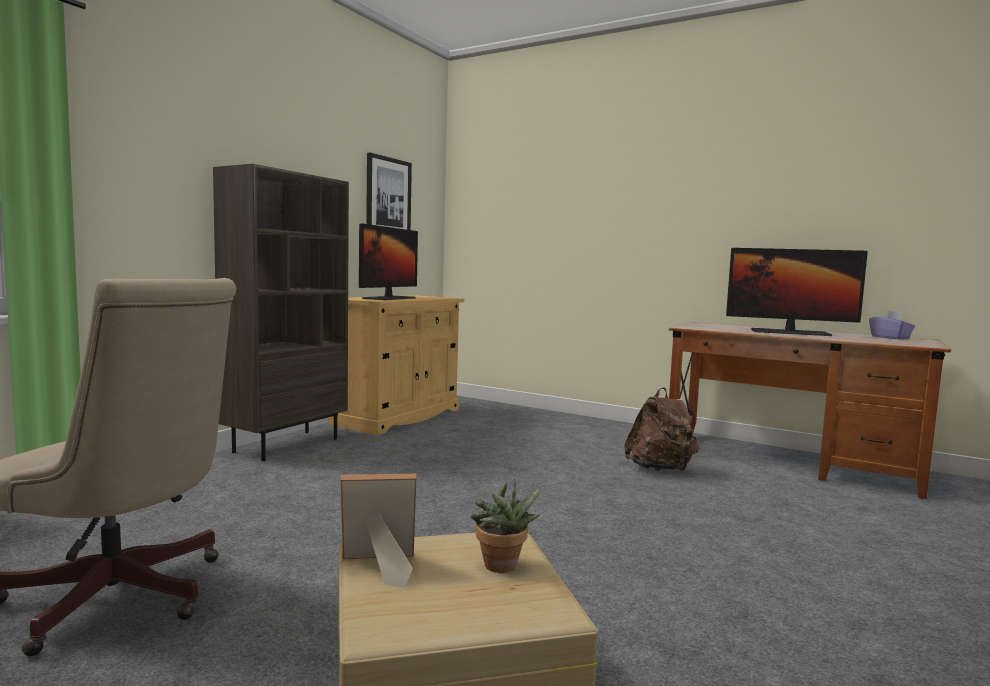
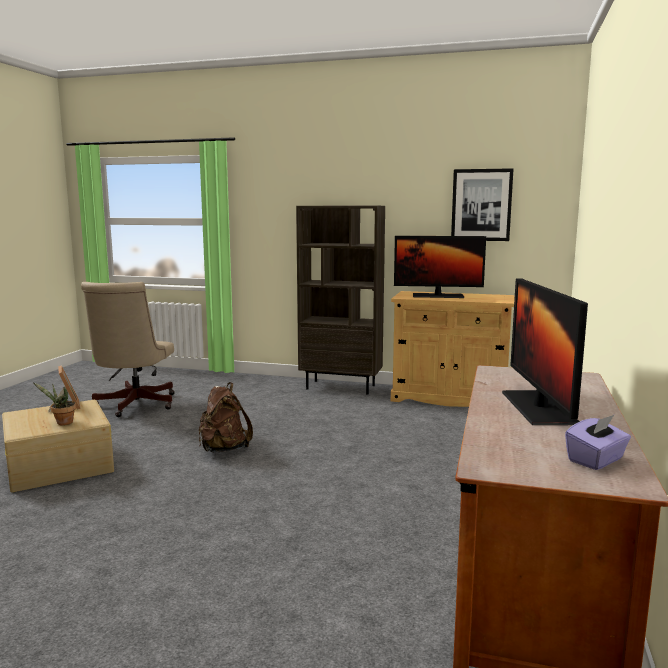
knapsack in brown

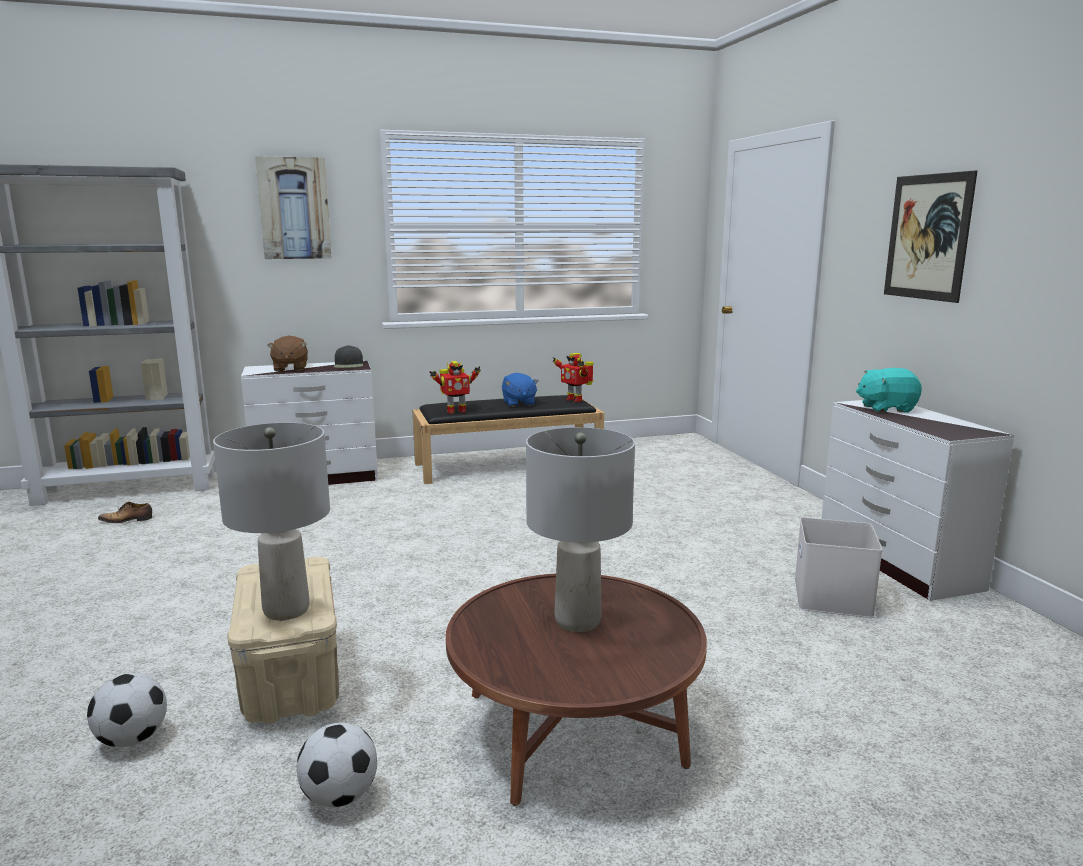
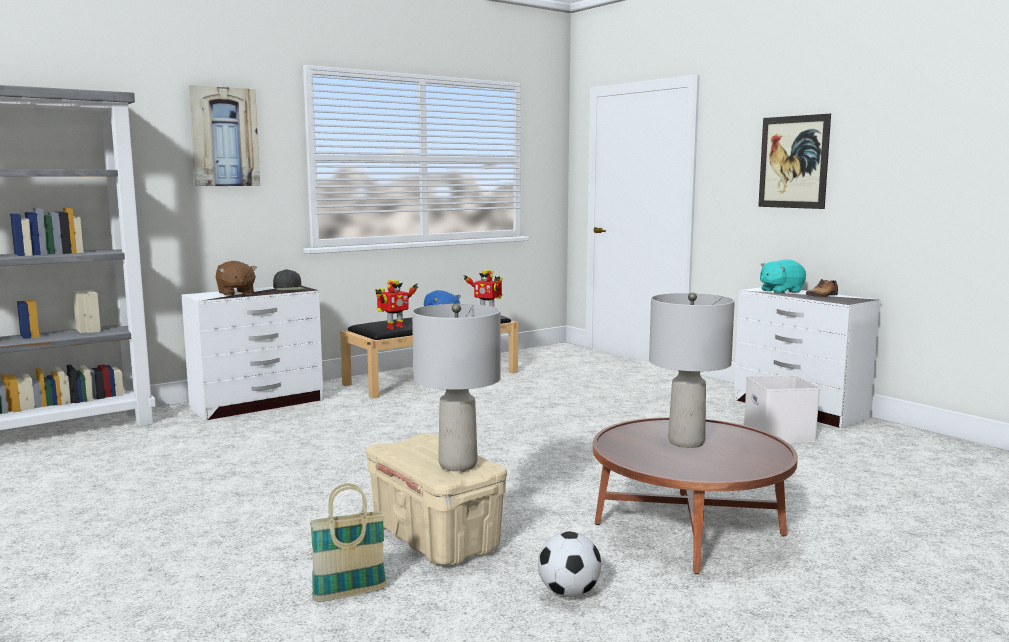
item of footwear; storage basket

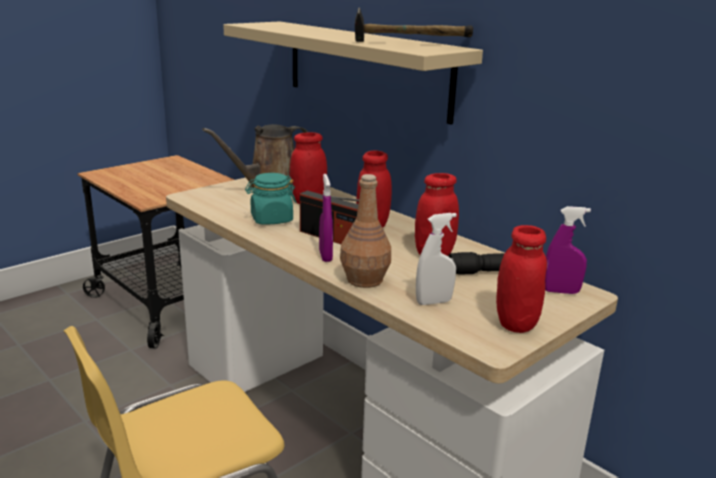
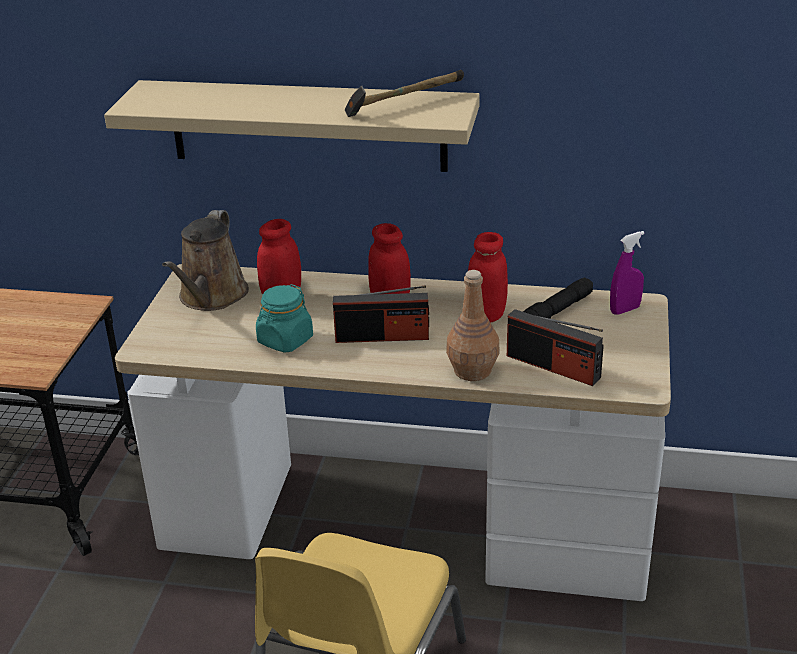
spray bottle in purple-coloured (1st from left in the first image); radio receiver (2nd from left); jar in reddish (4th from left in the first image)

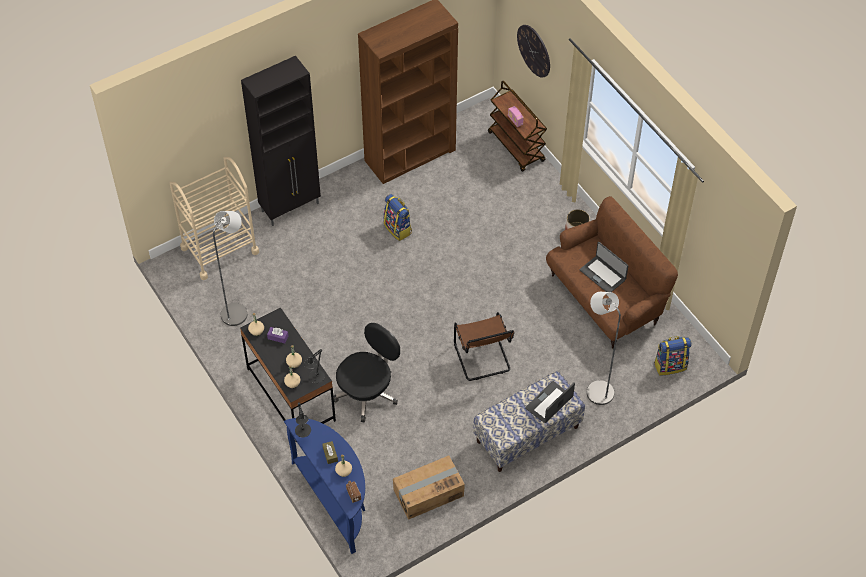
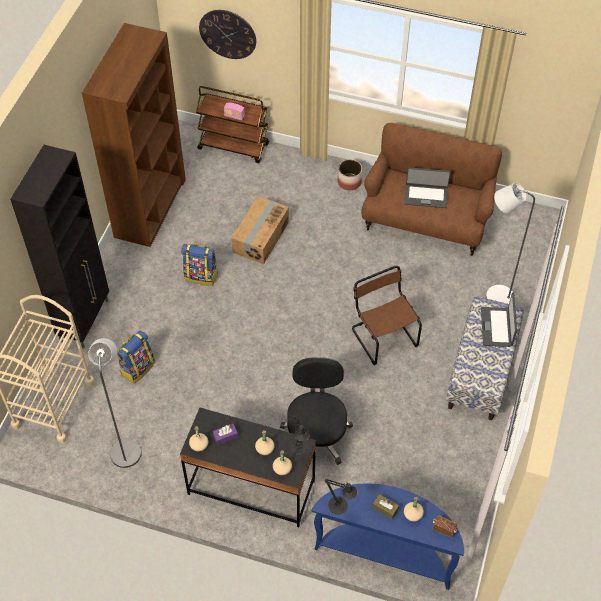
chair in brown; knapsack (1st from left); carton

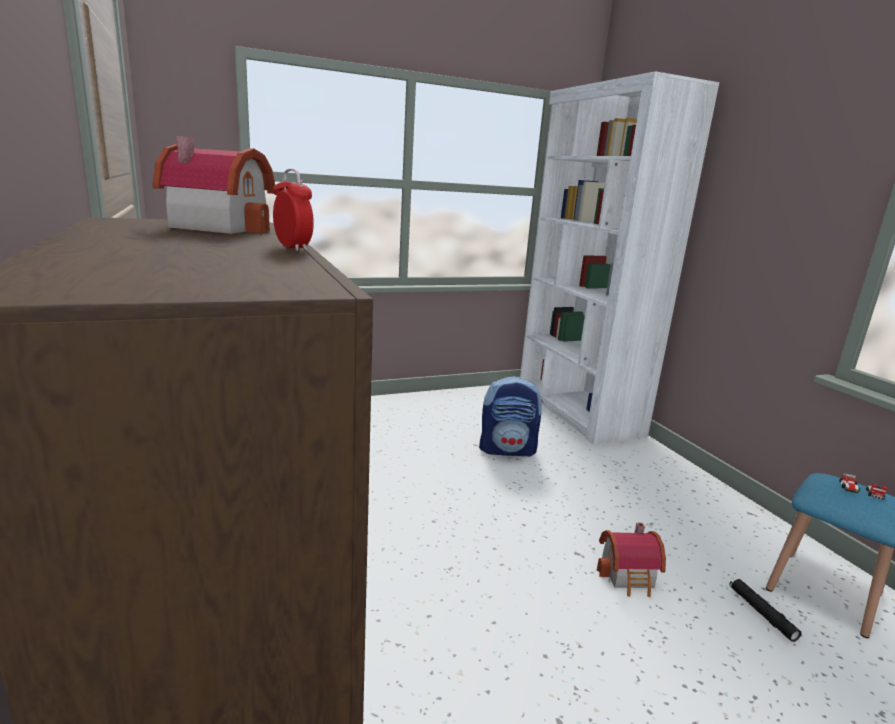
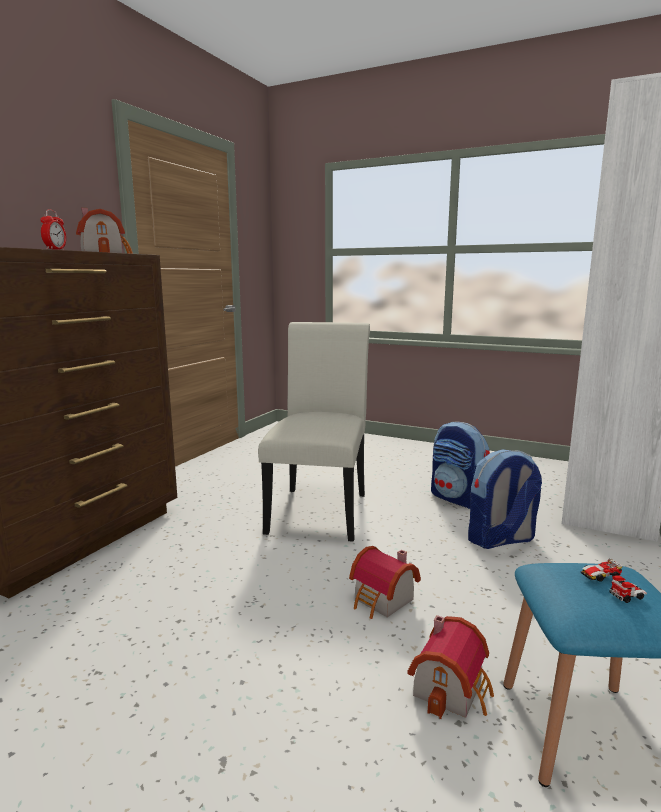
miniature house (3rd from left); chair in white; knapsack (2nd from left)

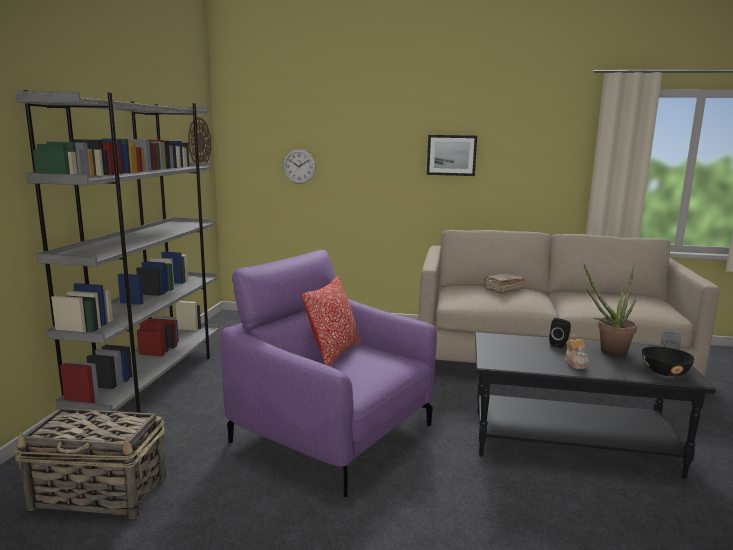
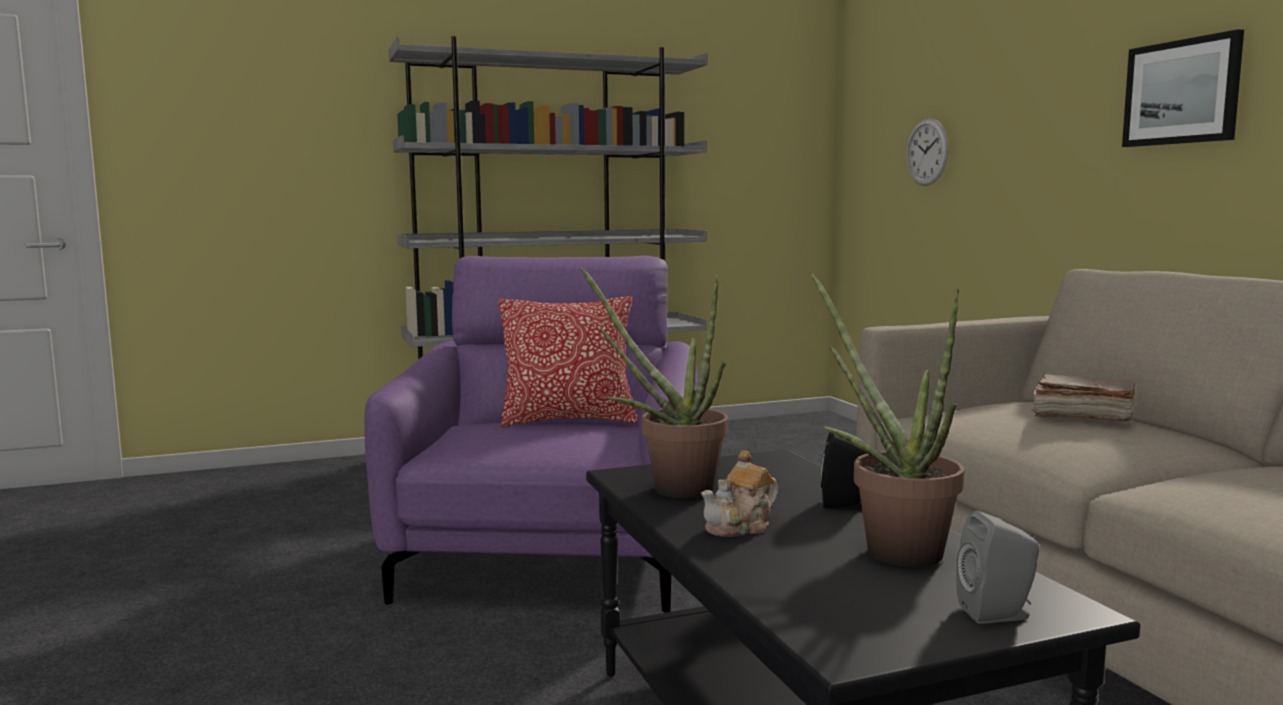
wall clock (1st from left in the first image); deep dish in black; storage basket; potted plant (1st from left)

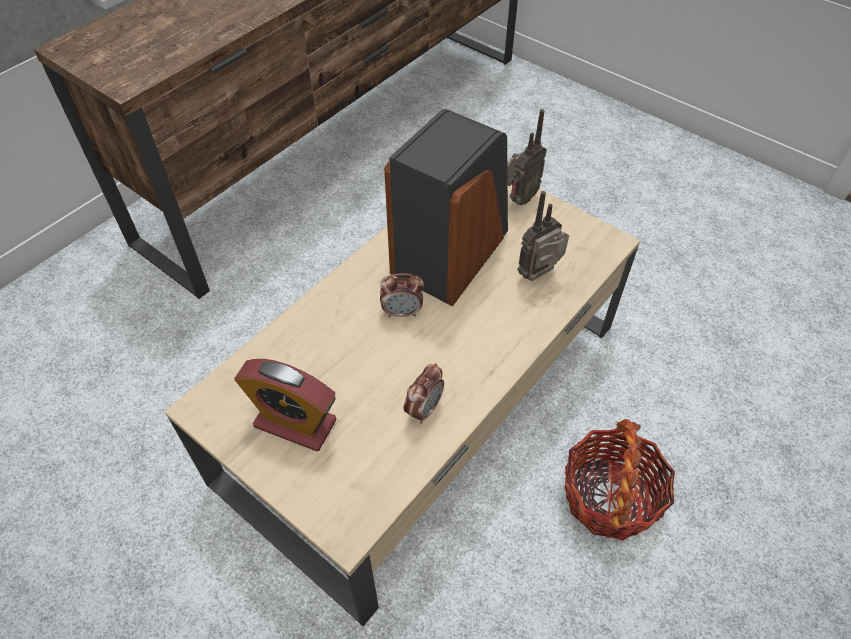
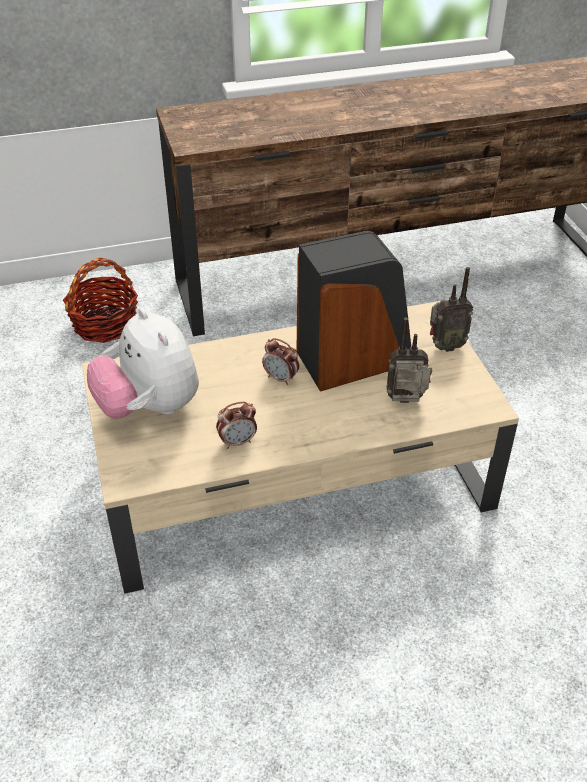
soft toy; storage basket

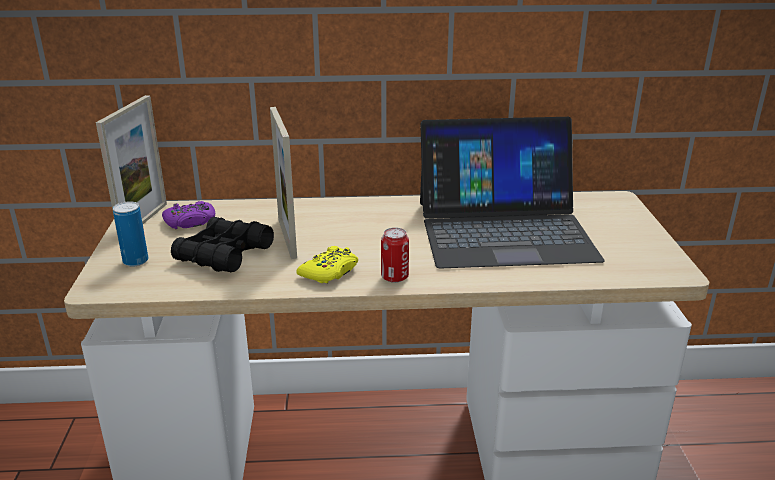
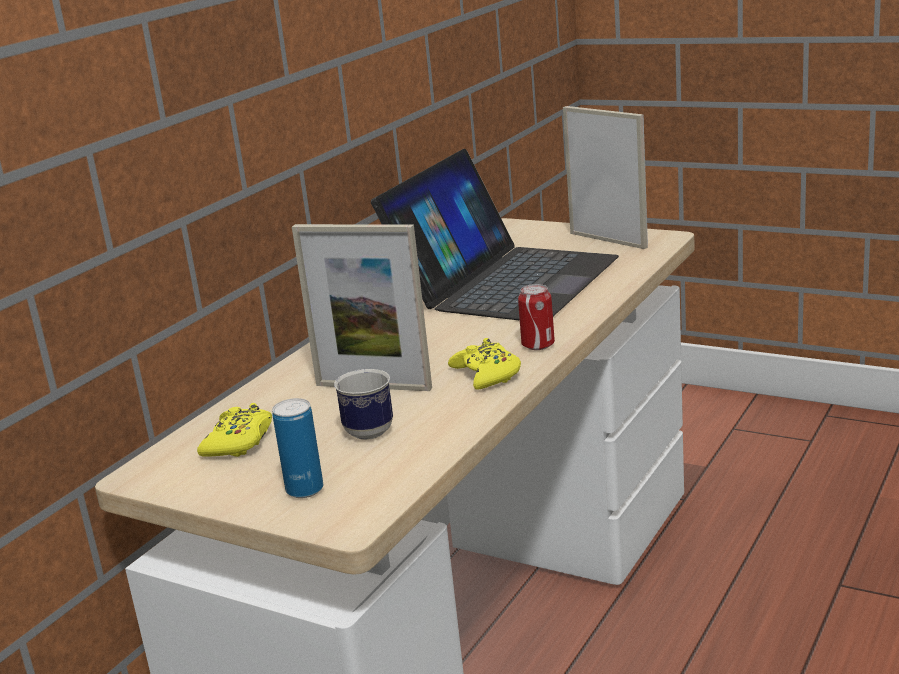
picture frame (2nd from left); joypad in yellowish (1st from left); mug

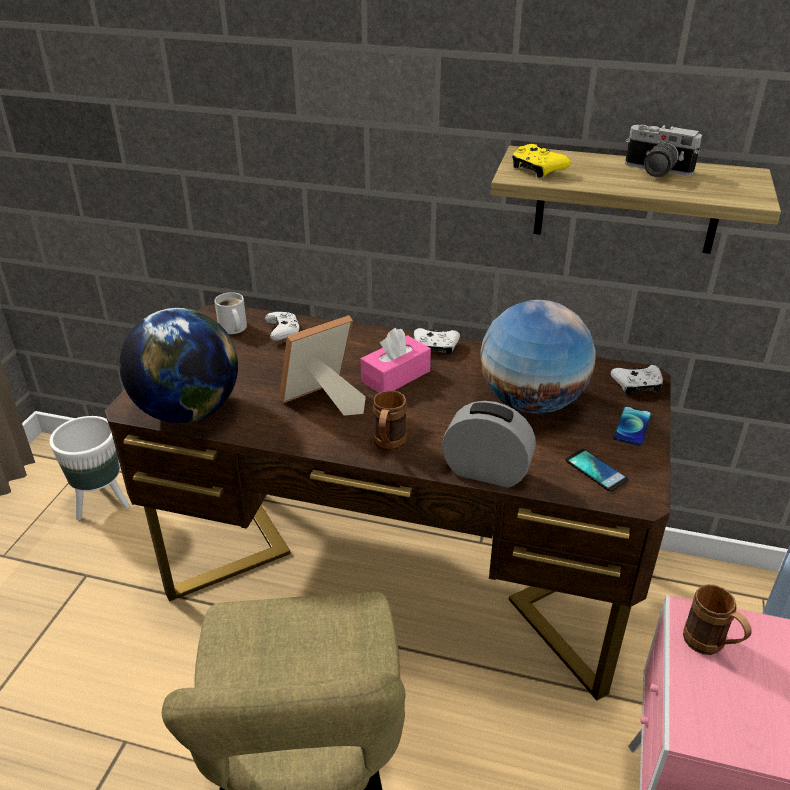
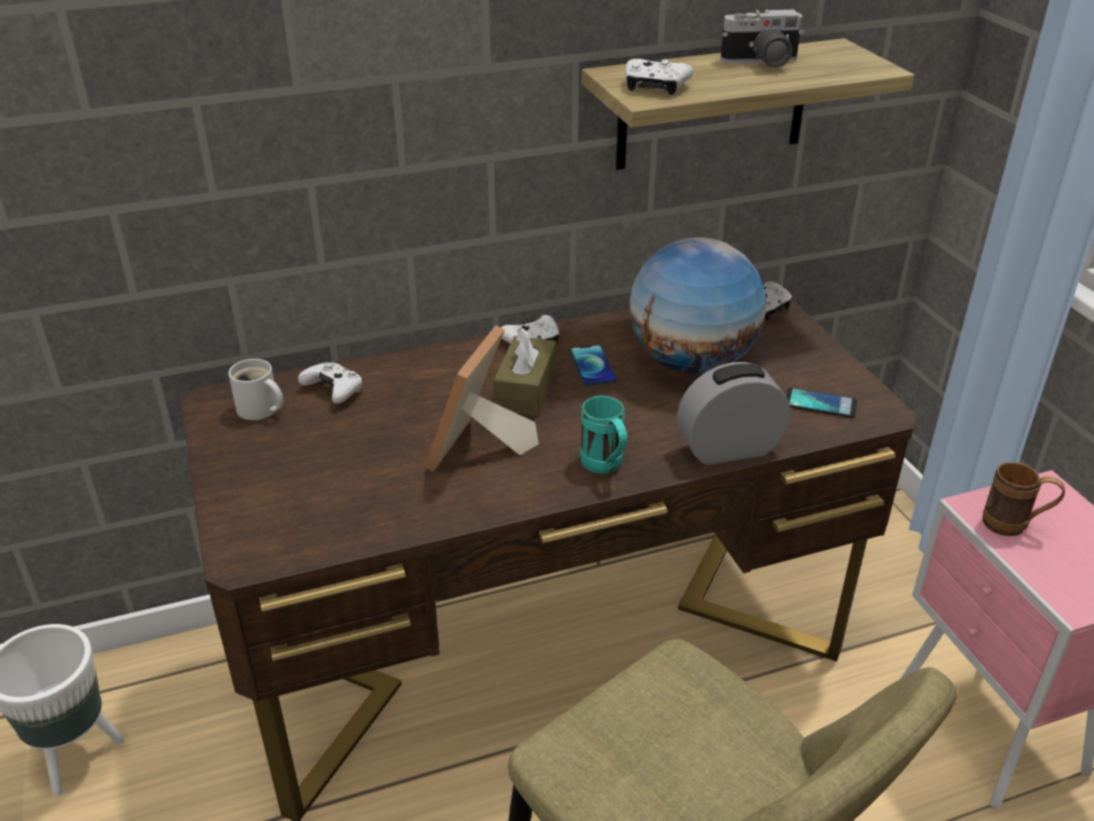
joypad in white (3rd from left); world globe (1st from left in the first image); box of tissues in brown; mug in turquoise-coloured; telephone (1st from left)

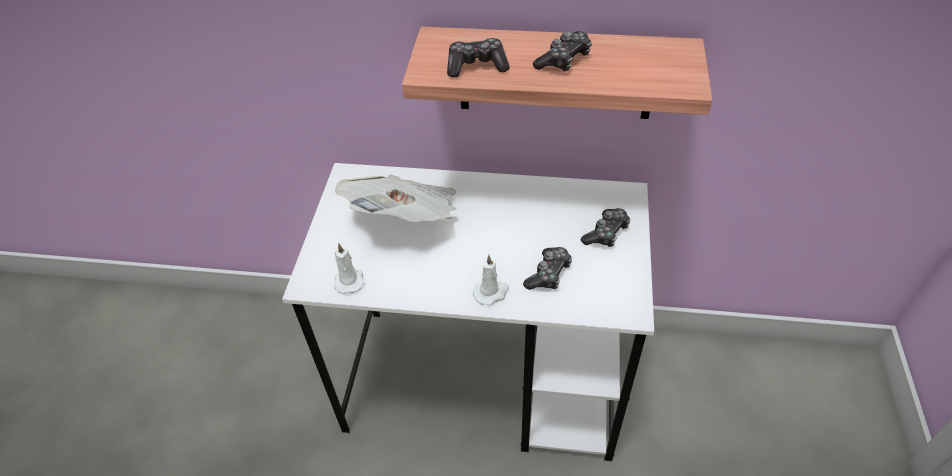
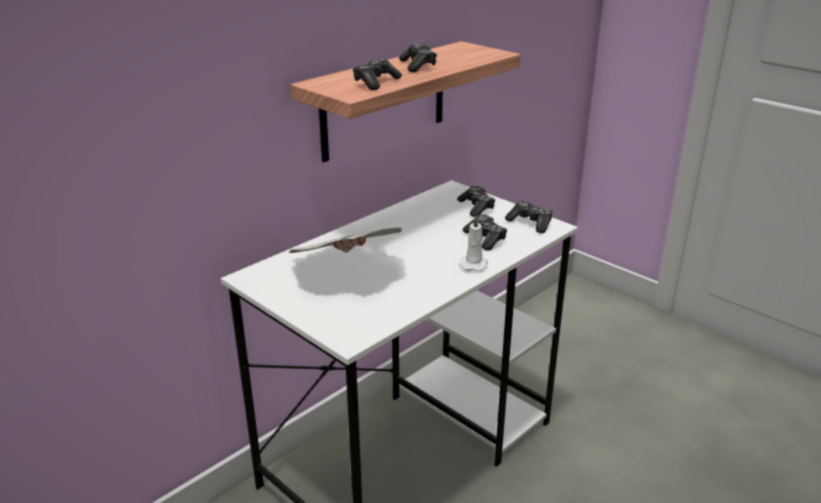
candle in white (1st from left in the first image); joypad (5th from left)

